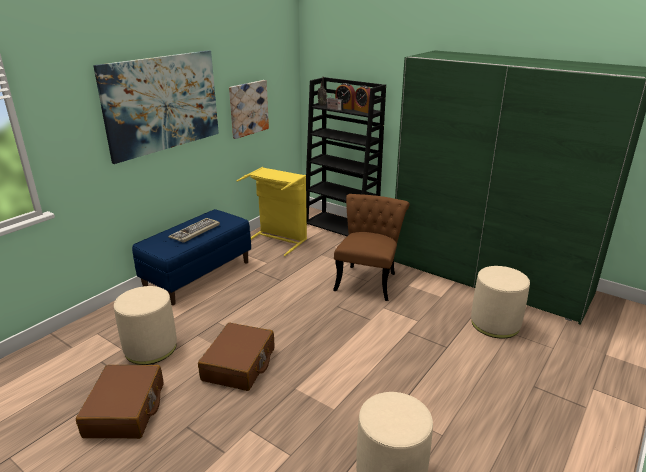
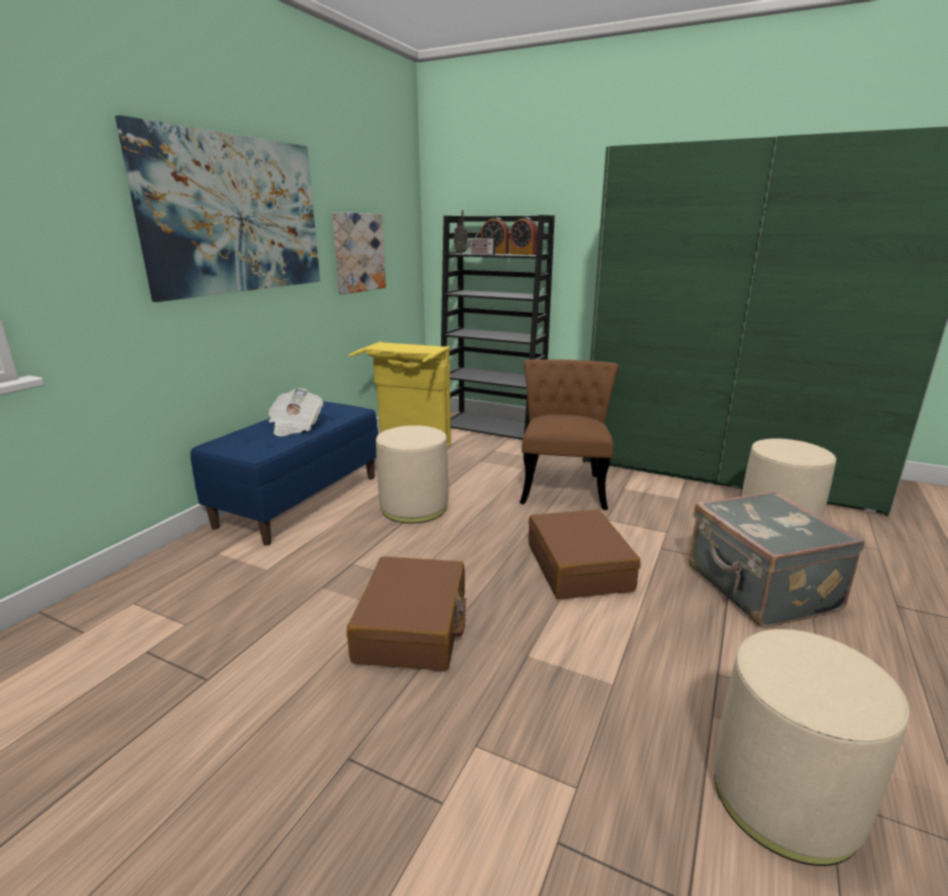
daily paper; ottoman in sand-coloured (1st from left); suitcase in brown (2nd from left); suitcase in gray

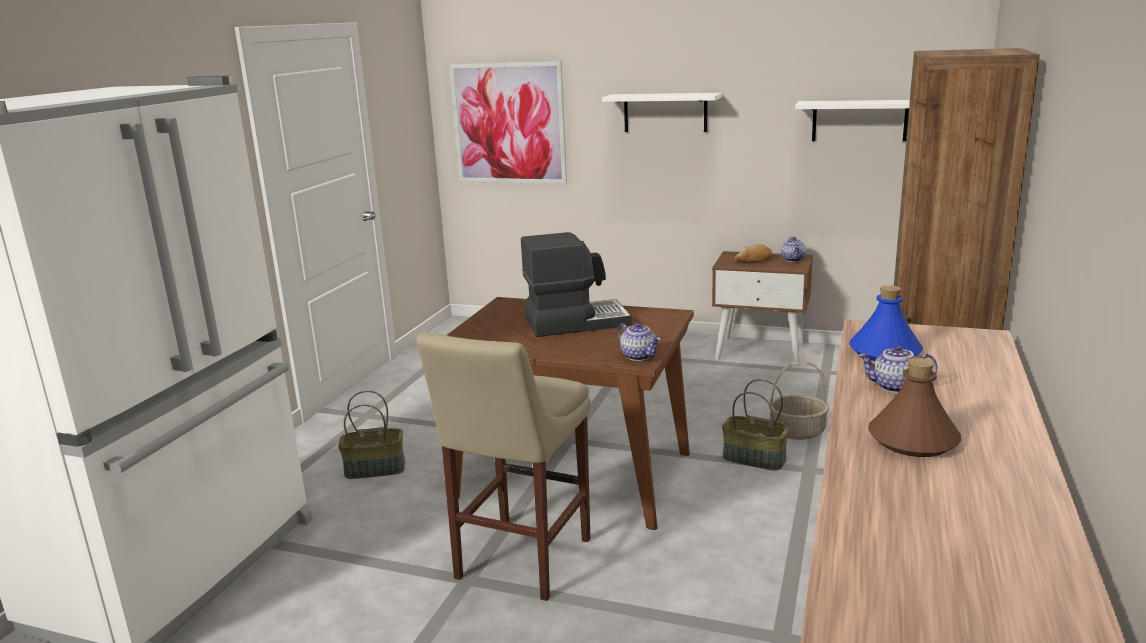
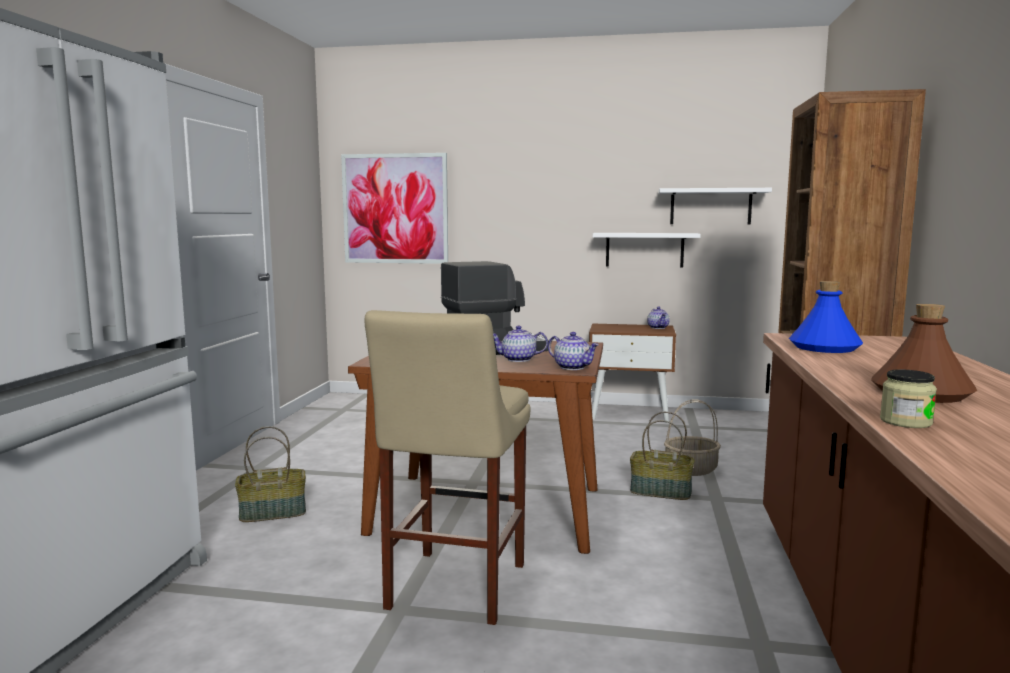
bracket shelf in white (1st from left); baked bread; tea pot (1st from left); jar

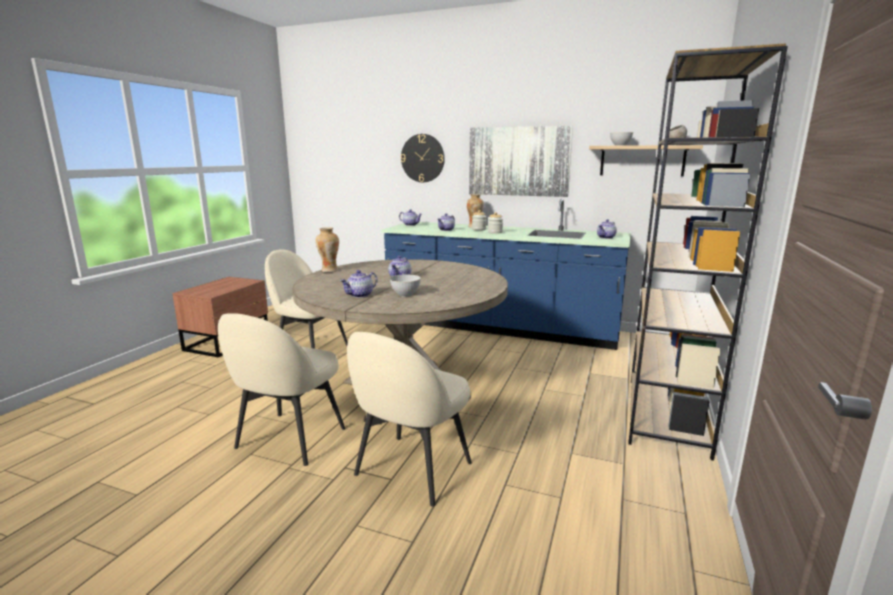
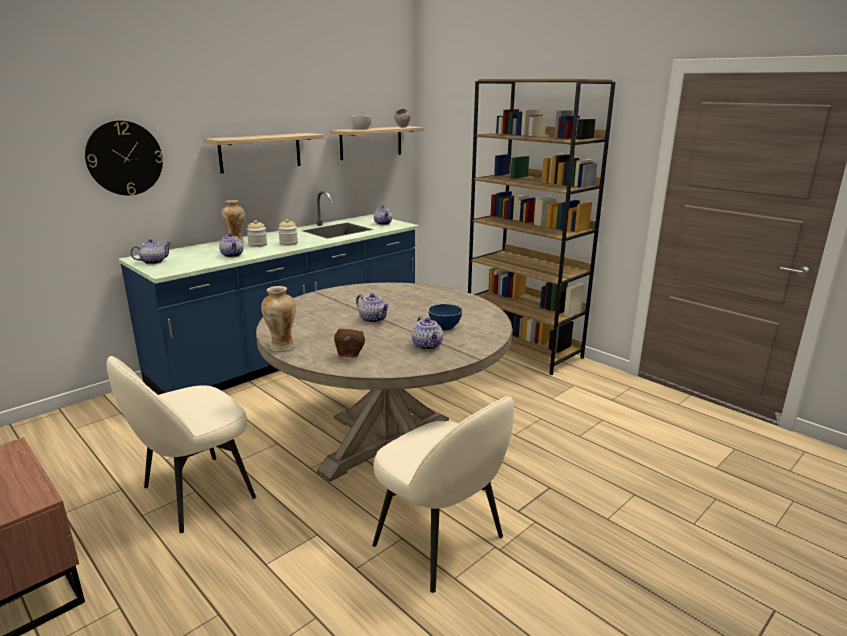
bracket shelf (1st from left); deep dish in blue; chair in sand-coloured (3rd from left in the first image); deep dish in brown

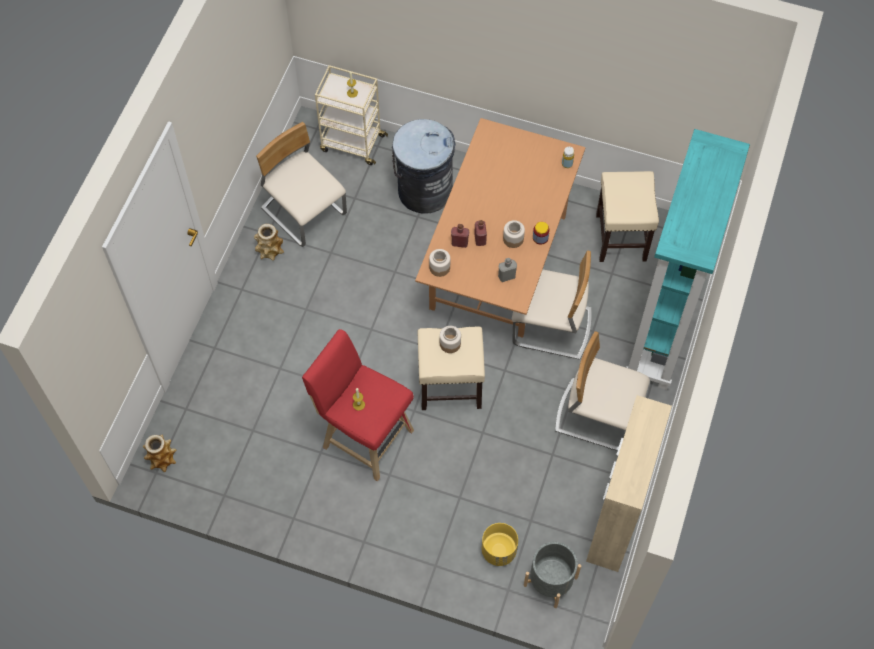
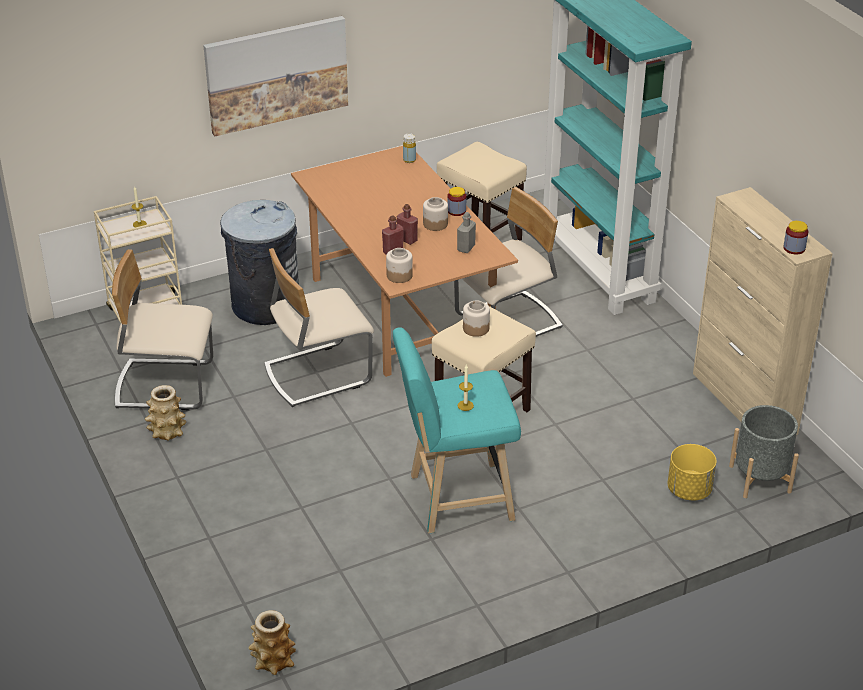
stool in turquoise-coloured; chair in sand-coloured (2nd from left); wall art; jar (5th from left)

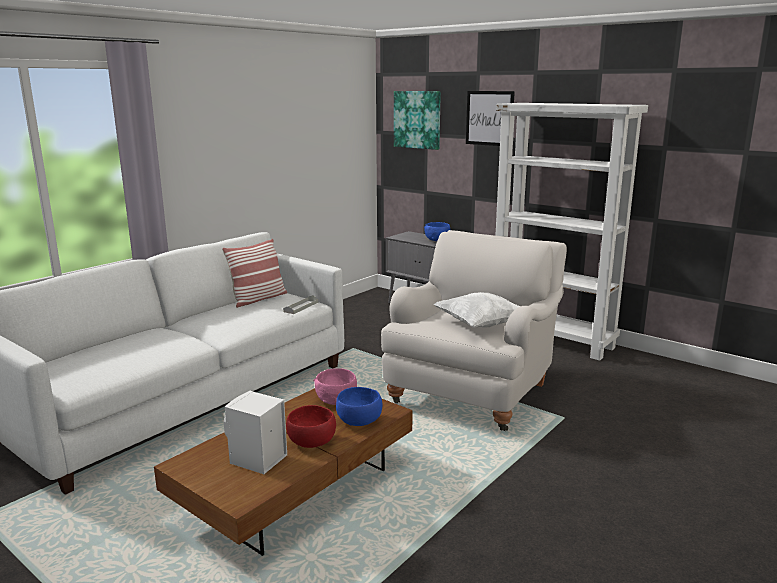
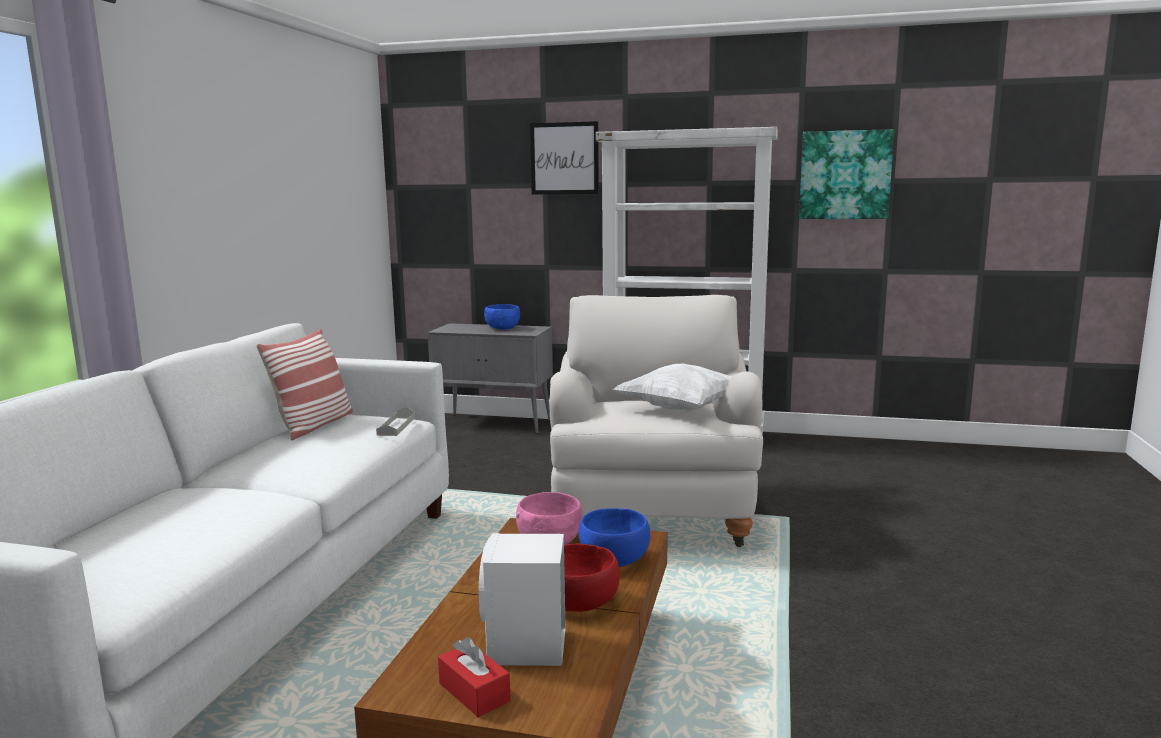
wall art (2nd from left); box of tissues in reddish

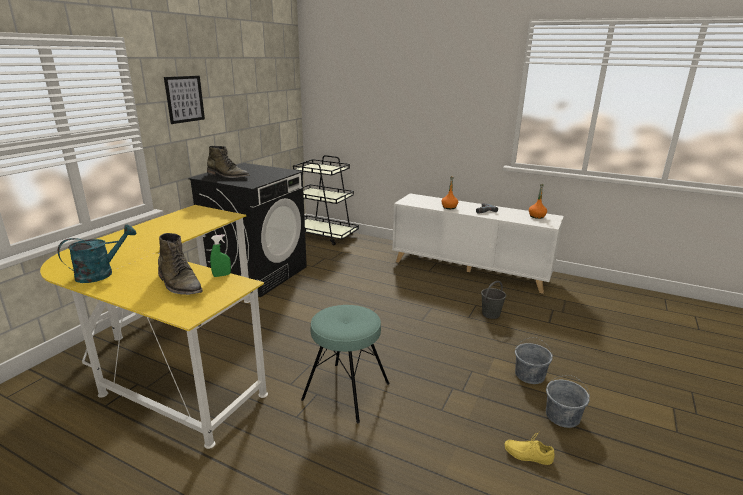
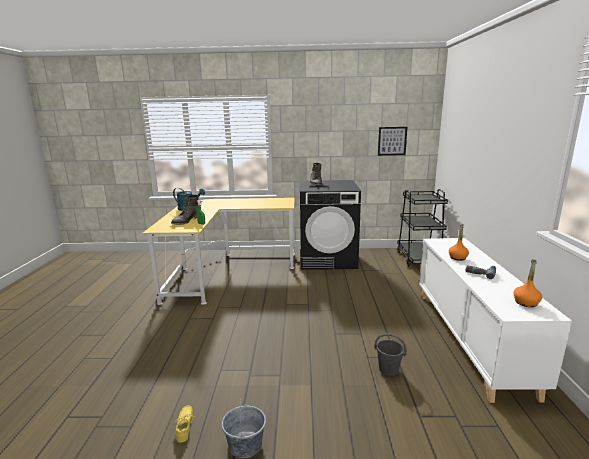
wall art; stool in turquoise-coloured; pail in gray (2nd from left in the first image)

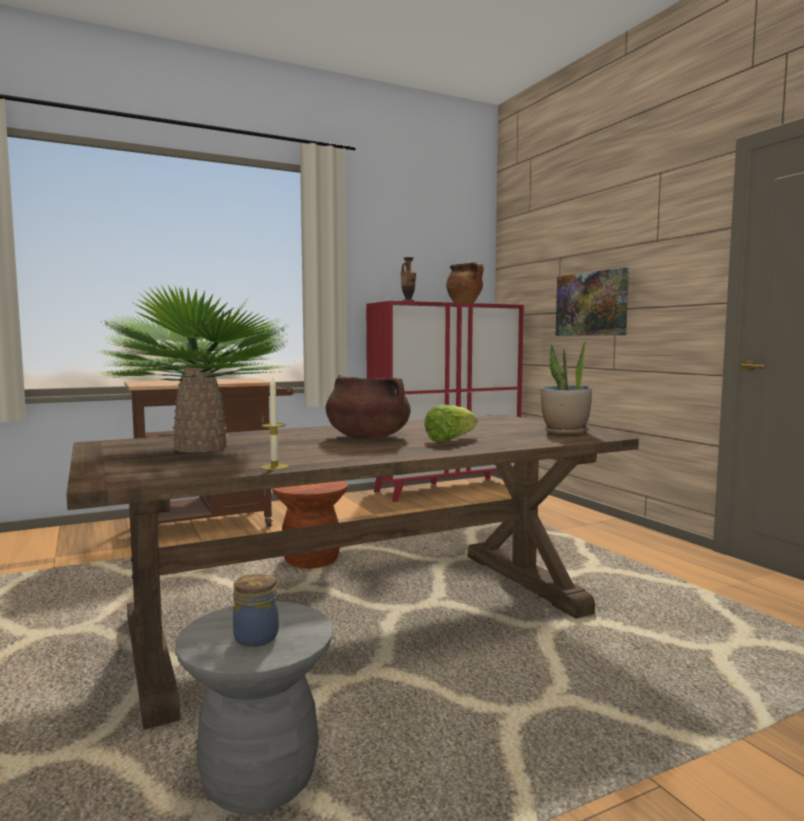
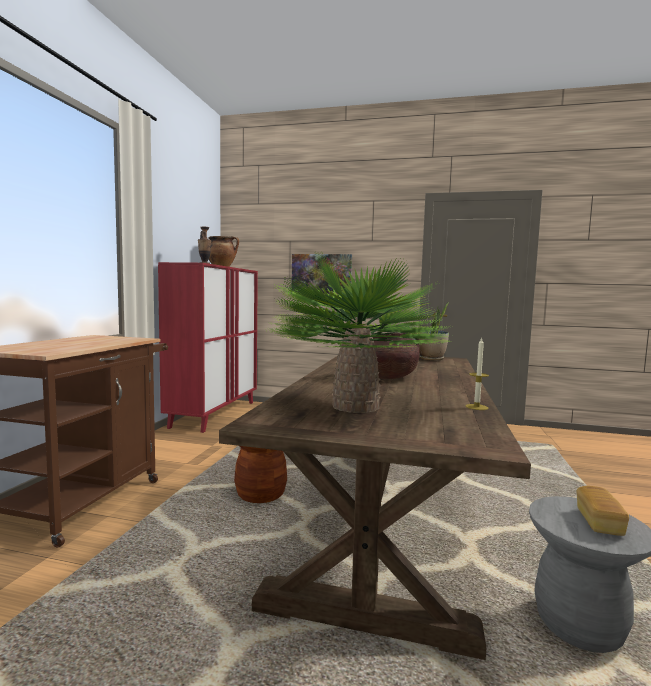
lettuce head; baked bread

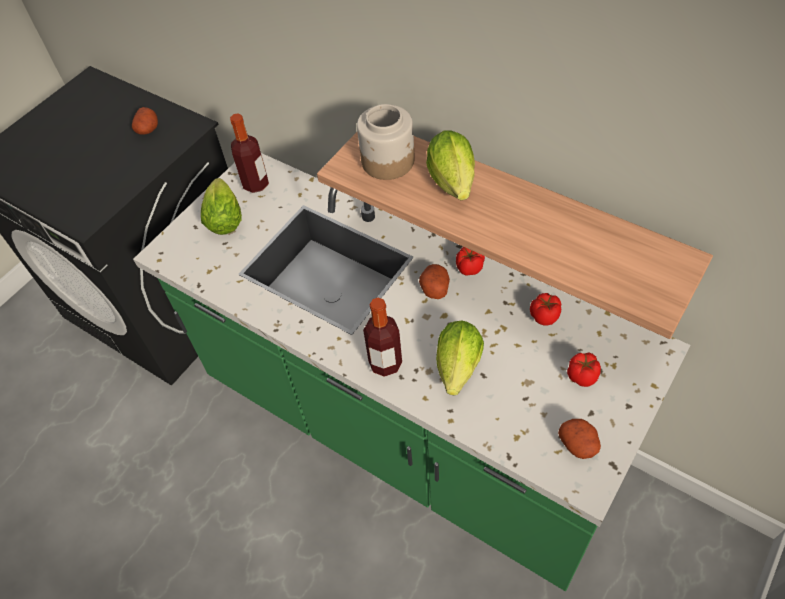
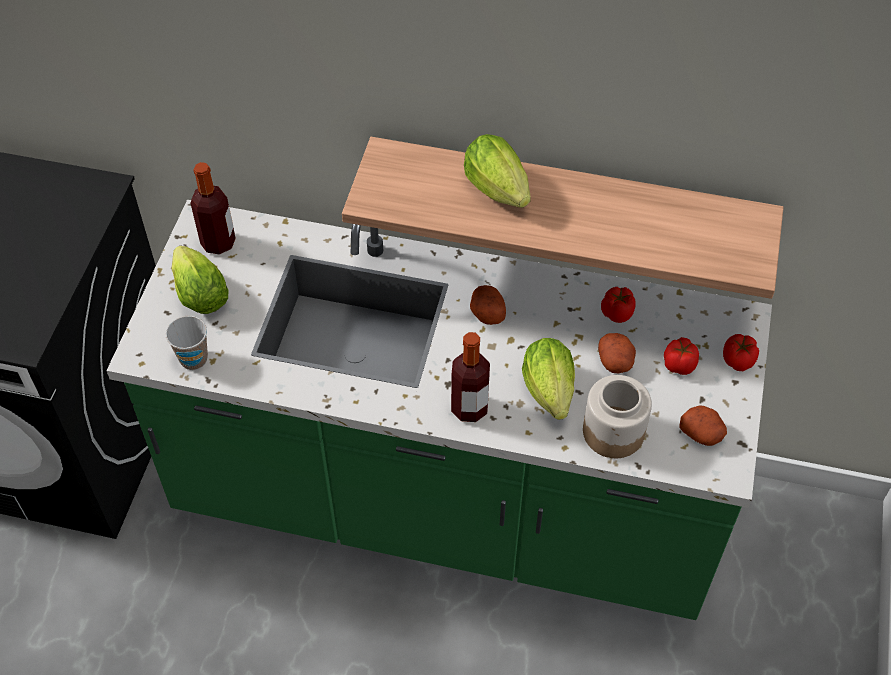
jar; spud (2nd from left); fresh tomato (3rd from left); cup

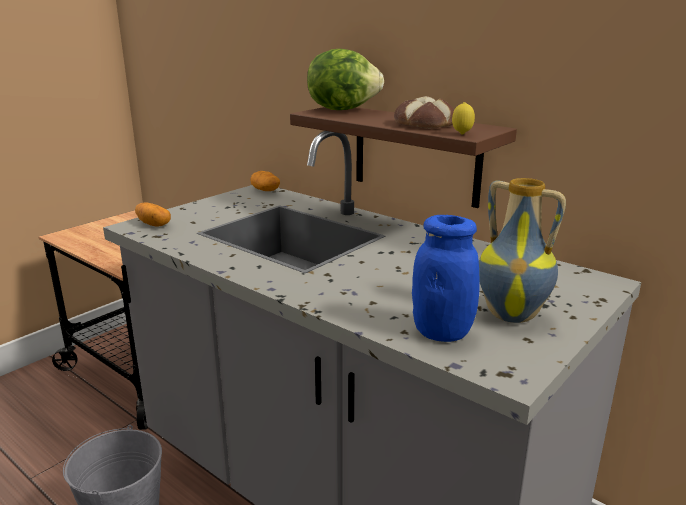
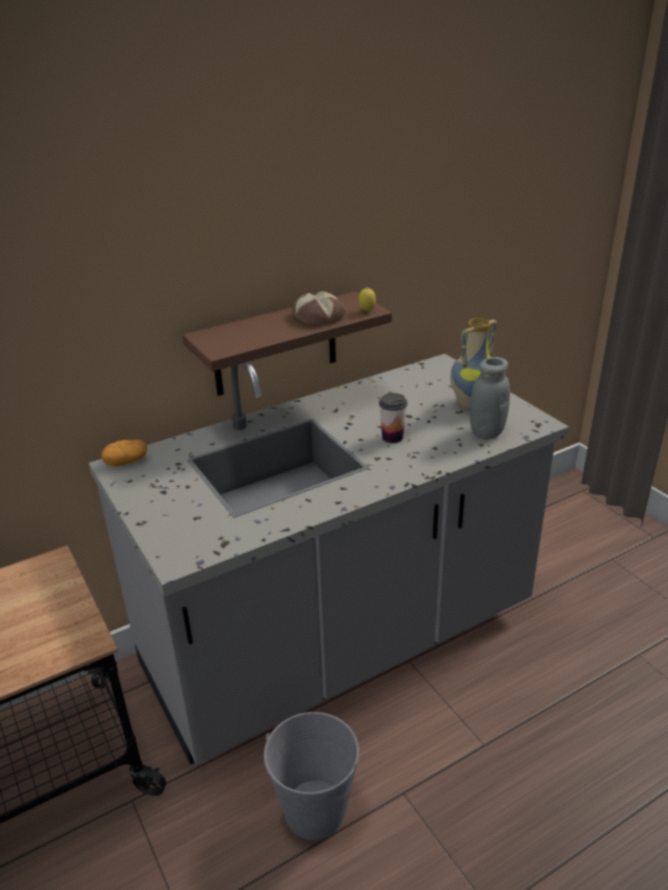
lettuce head; spud (1st from left in the first image); jar in gray; cup

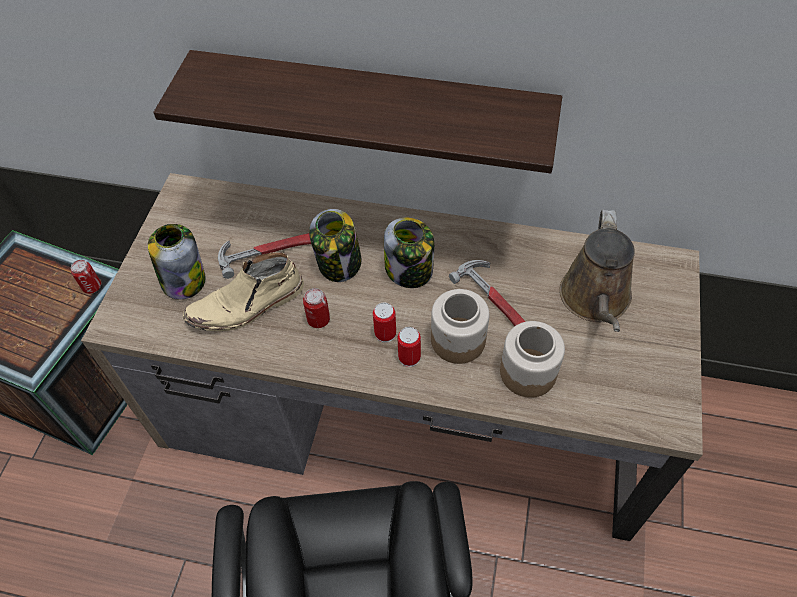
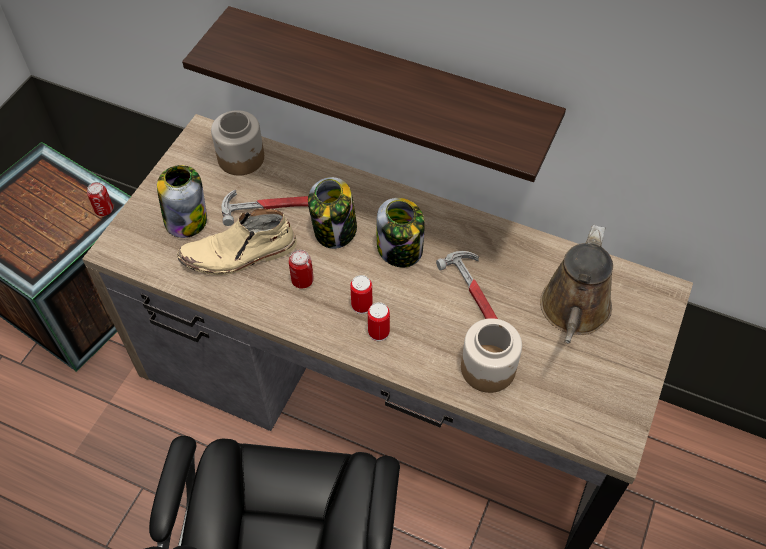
jar (2nd from left)

